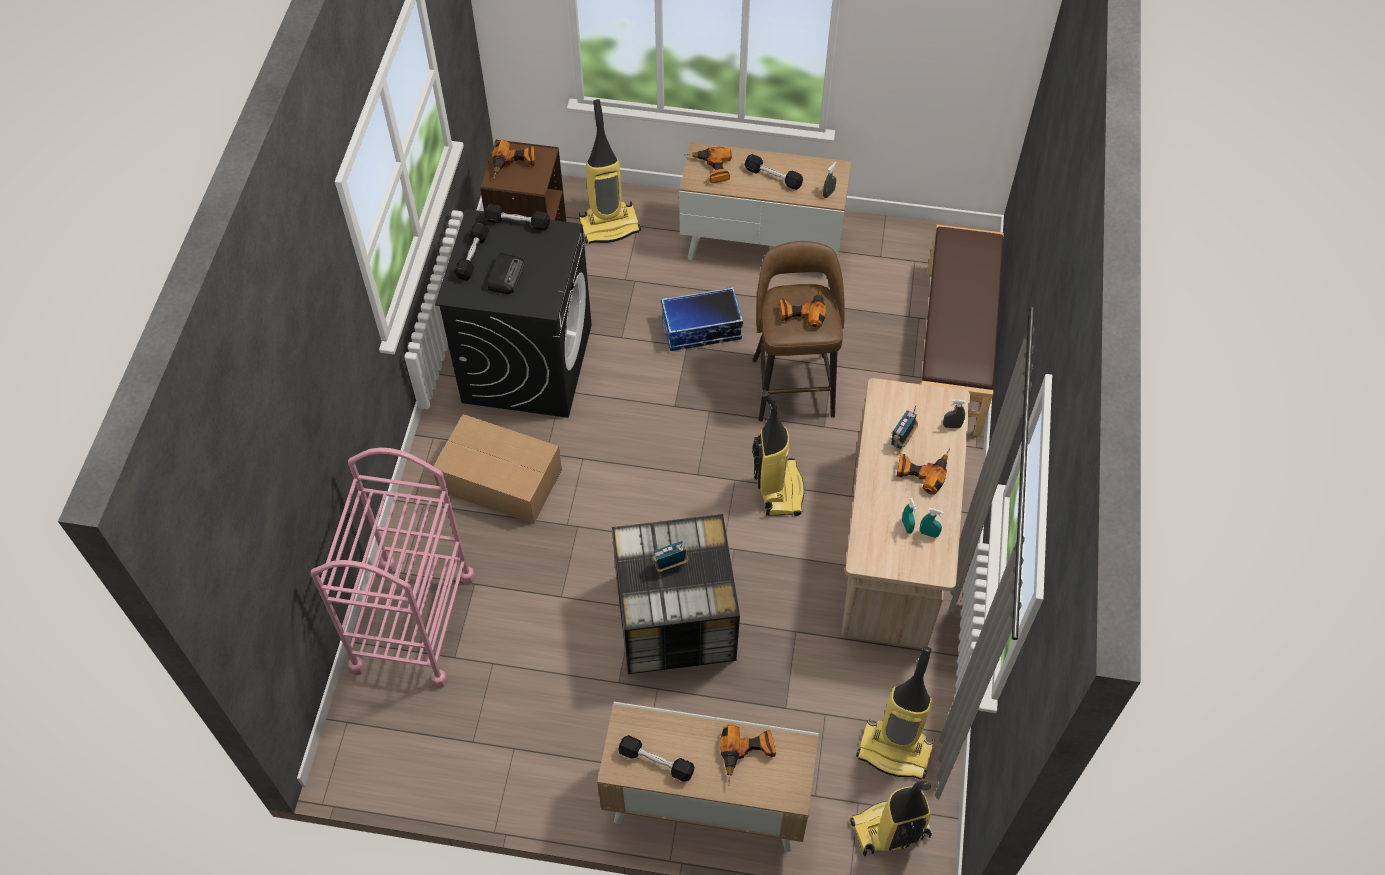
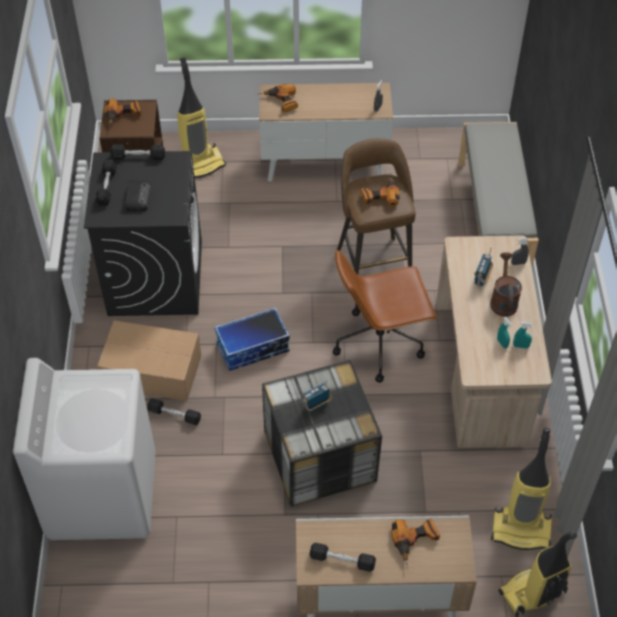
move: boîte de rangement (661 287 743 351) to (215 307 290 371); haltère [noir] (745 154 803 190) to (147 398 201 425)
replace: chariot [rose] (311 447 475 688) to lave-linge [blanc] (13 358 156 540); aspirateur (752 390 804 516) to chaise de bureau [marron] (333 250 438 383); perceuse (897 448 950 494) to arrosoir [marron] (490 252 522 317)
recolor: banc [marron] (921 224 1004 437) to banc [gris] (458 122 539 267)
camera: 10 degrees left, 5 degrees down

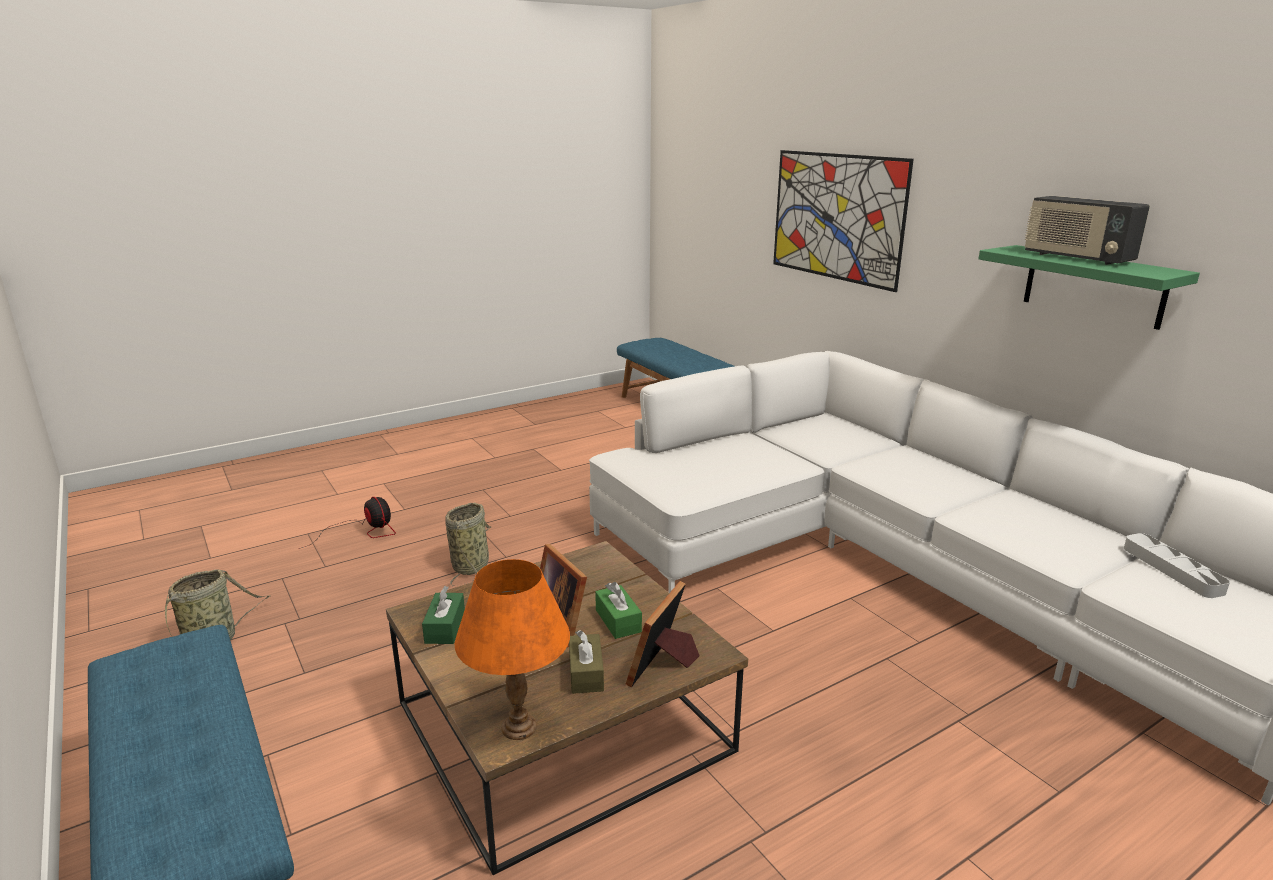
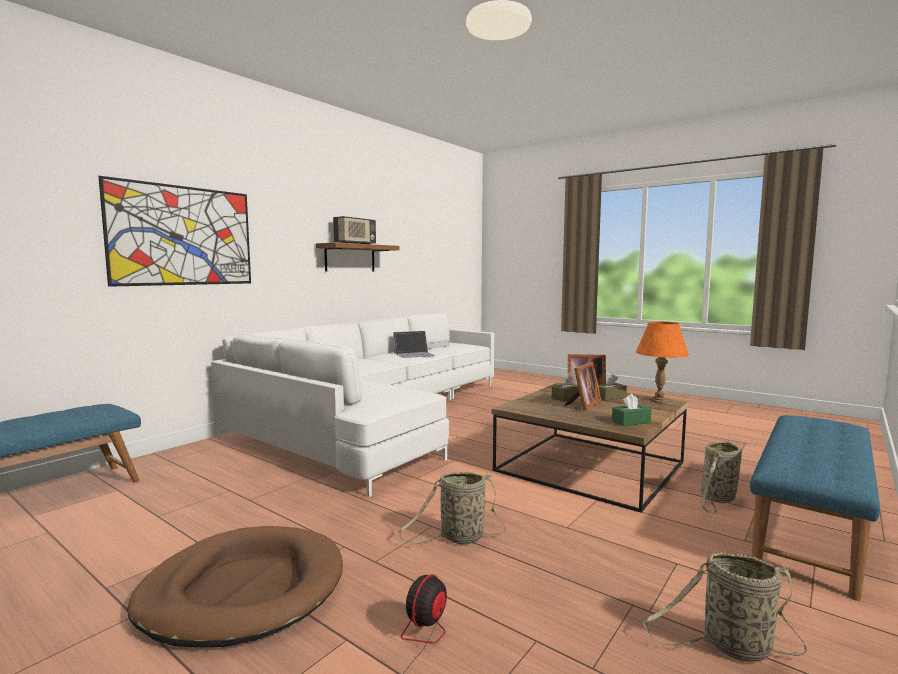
insert: panier pour chien [marron] (127 526 343 648); ordinateur portable (393 331 435 358); panier (701 440 742 514)
recolor: boîte à mouchoirs [vert] (595 582 642 639) to boîte à mouchoirs [marron] (552 374 580 402); étagère [vert] (979 245 1200 330) to étagère [marron] (316 242 399 272)
camera: 110 degrees left, 15 degrees down

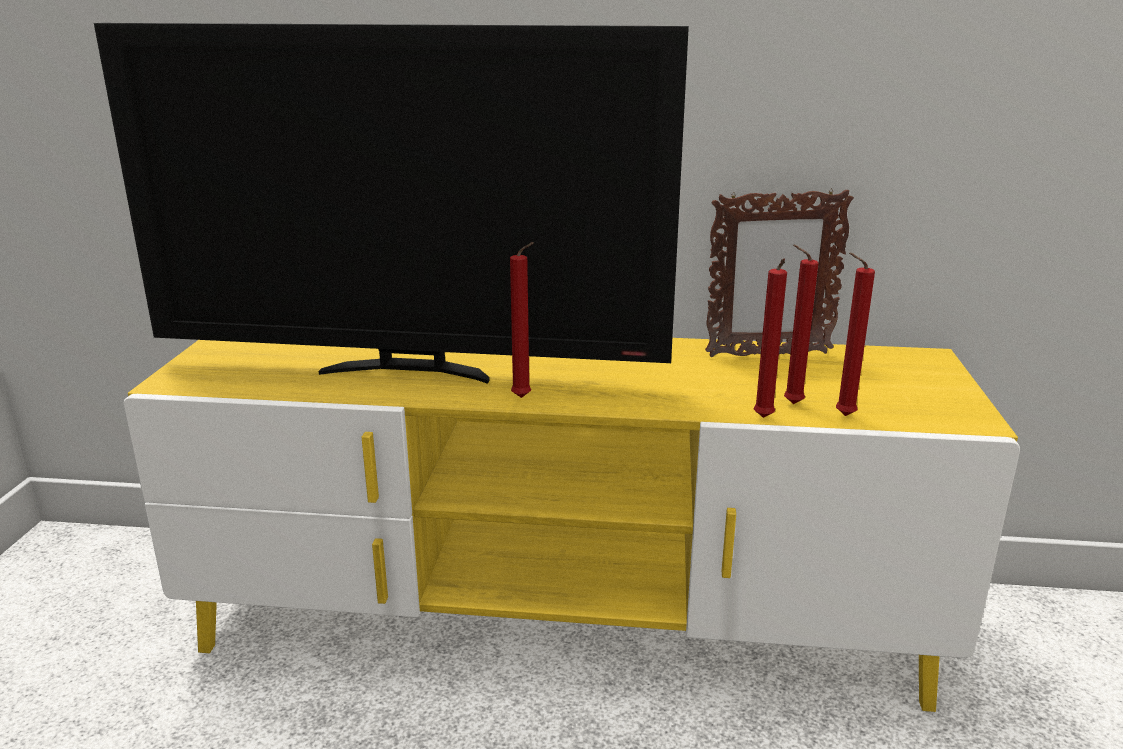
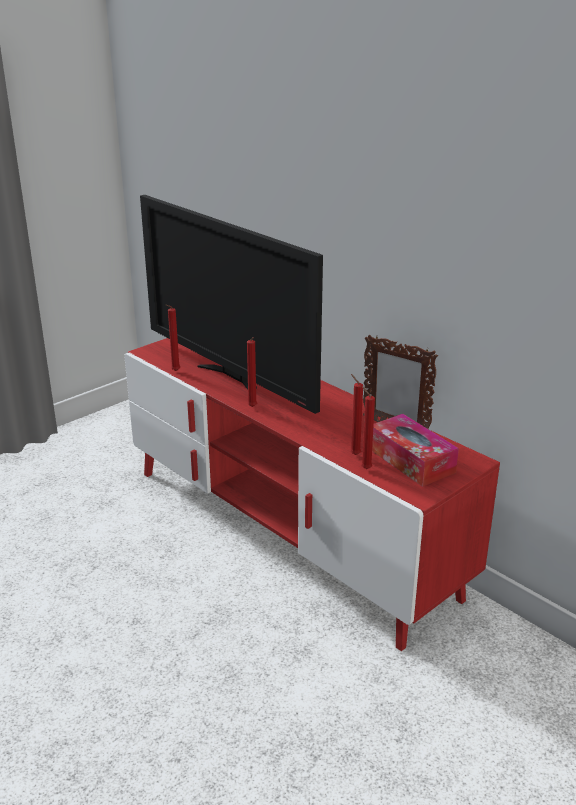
insert: boîte à mouchoirs (372 414 459 487)
move: bougie [rouge] (754 258 787 418) to (166 305 180 371)
recolor: meuble télé [jaune] (124 338 1020 712) to meuble télé [rouge] (124 338 500 651)
camera: 40 degrees right, 5 degrees up

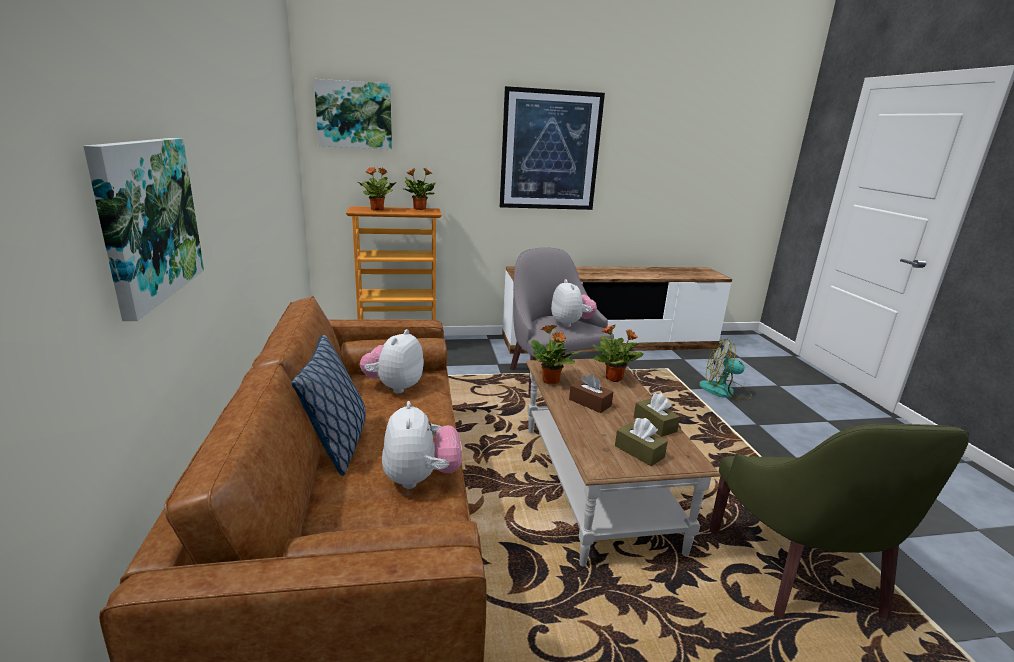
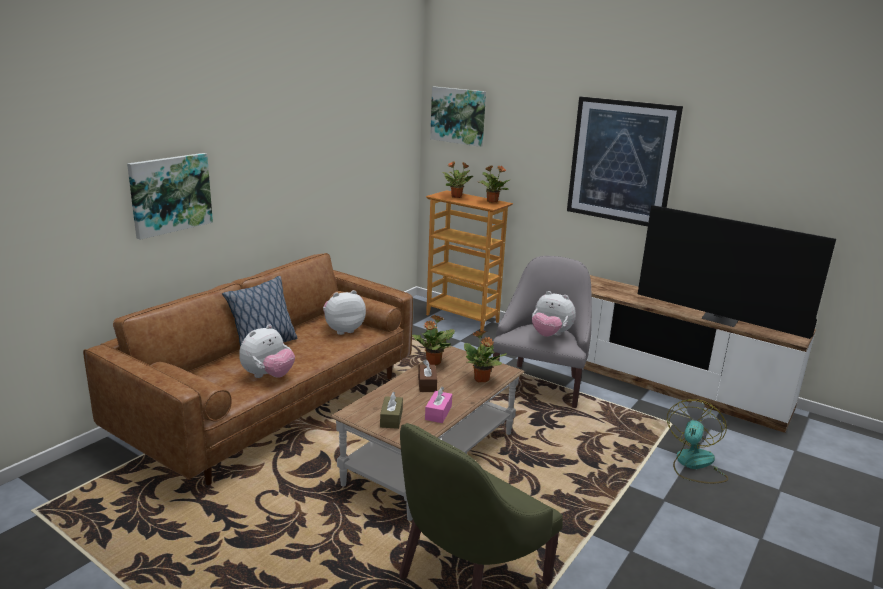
insert: téléviseur (638 205 836 339)
recolor: boîte à mouchoirs [marron] (634 393 680 437) to boîte à mouchoirs [rose] (425 387 452 423)
rotate: peluche (551 279 597 327) = (532 291 576 337) 90 degrees clockwise; ventilateur (699 339 752 400) = (667 399 728 484) 60 degrees clockwise
camera: 45 degrees right, 0 degrees up

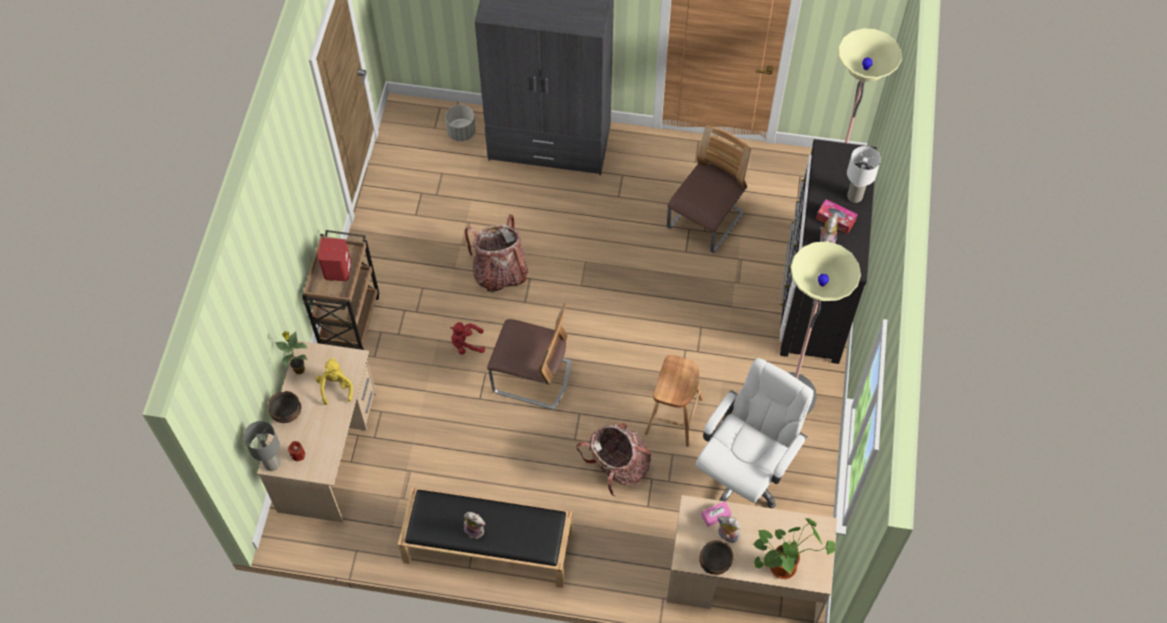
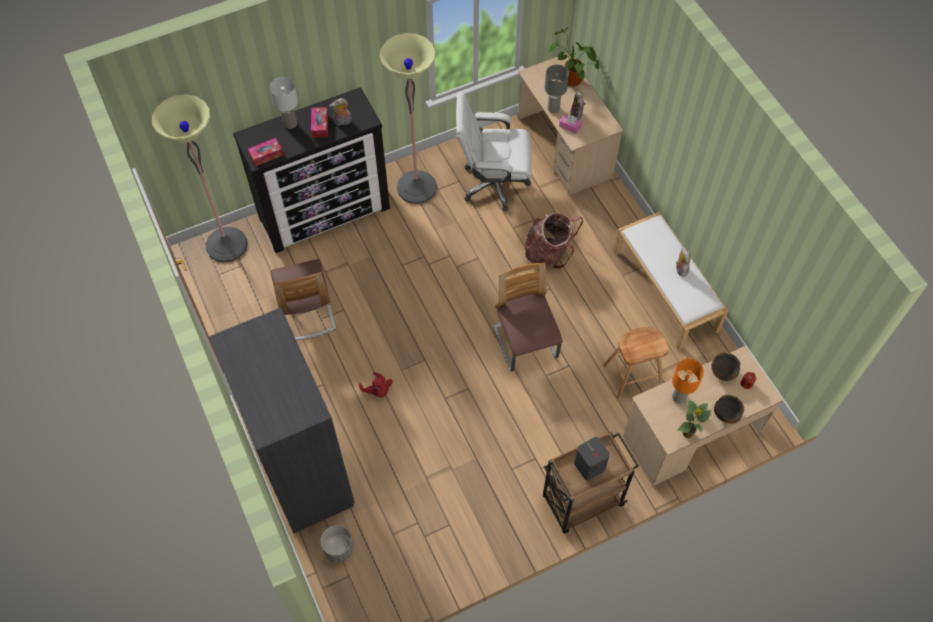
delete: sac à dos (465 214 528 293)
insert: boîte à mouchoirs (248 138 283 166)
move: lampe de table [gris] (244 421 280 471) to (545 65 569 113); peluche [rouge] (450 322 485 354) to (359 372 392 397); tabouret [marron] (644 355 703 447) to (603 327 669 399); bol (699 540 734 575) to (711 352 740 381)
replace: peluche [jaune] (315 357 353 405) to lampe de table [orange] (672 358 704 404)
recolor: enceinte [rouge] (318 238 352 281) to enceinte [gris] (574 437 610 480); banc [noir] (398 488 573 588) to banc [blanc] (613 212 729 350)
rotate: chaise (667 125 751 253) = (270 259 336 340) 105 degrees counterclockwise
camera: 125 degrees left, 0 degrees up

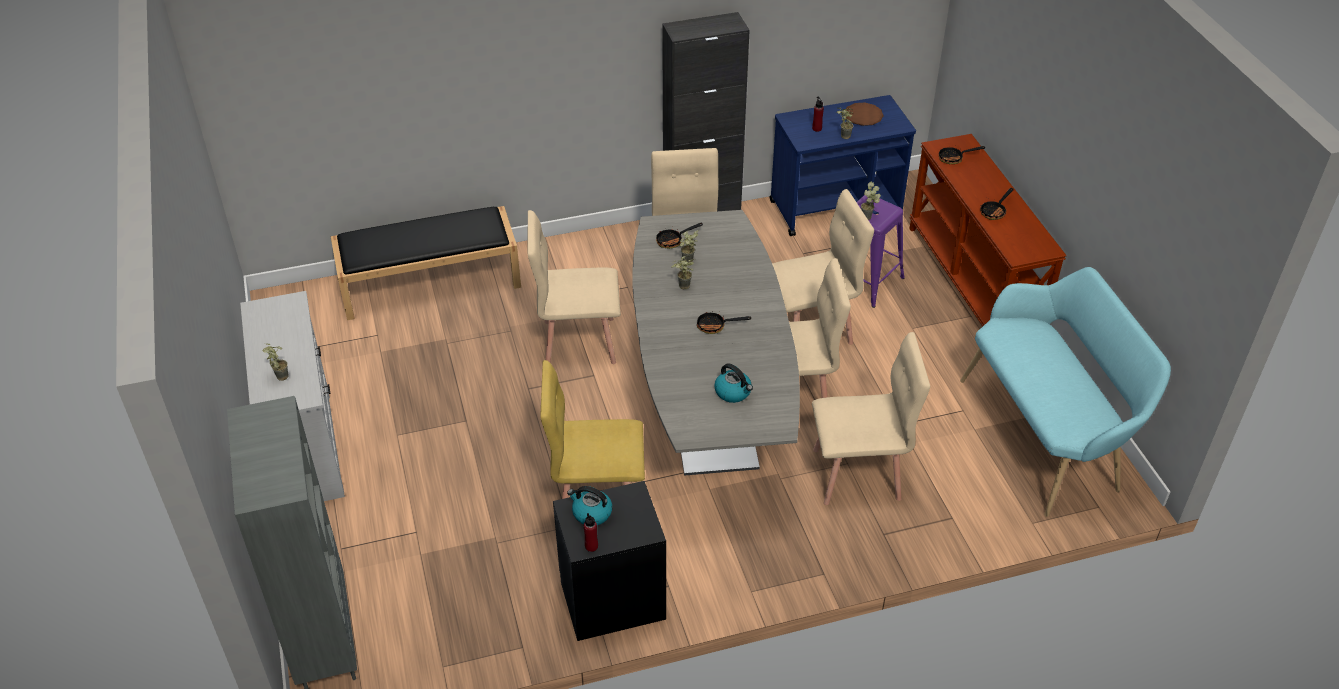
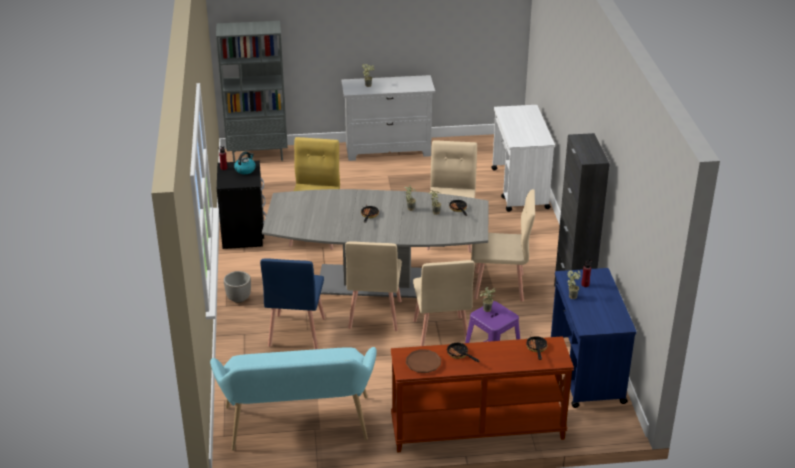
delete: bouilloire (714 363 753 403)
insert: cache-pot (224 271 251 303)
move: assiette [marron] (846 103 884 126) to (406 349 441 373)
replace: banc [noir] (331 206 521 320) to chariot [blanc] (491 105 555 212)
recolor: chaise [beige] (812 332 930 505) to chaise [bleu] (260 258 325 349)
camera: 100 degrees right, 10 degrees down

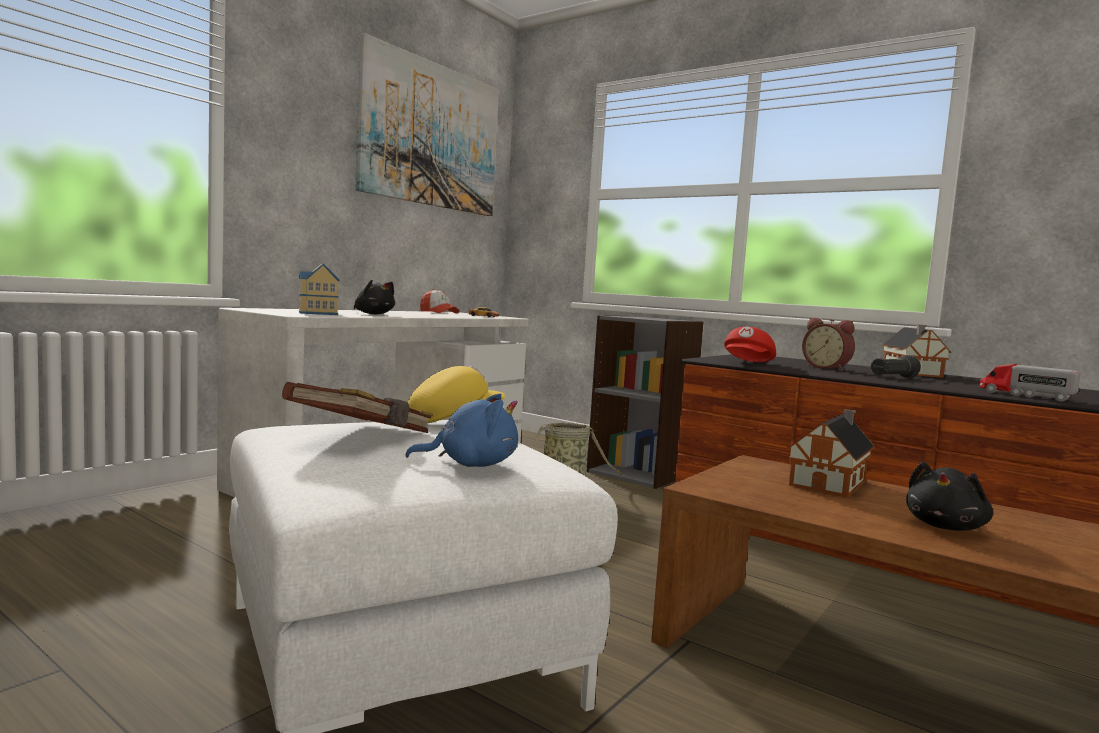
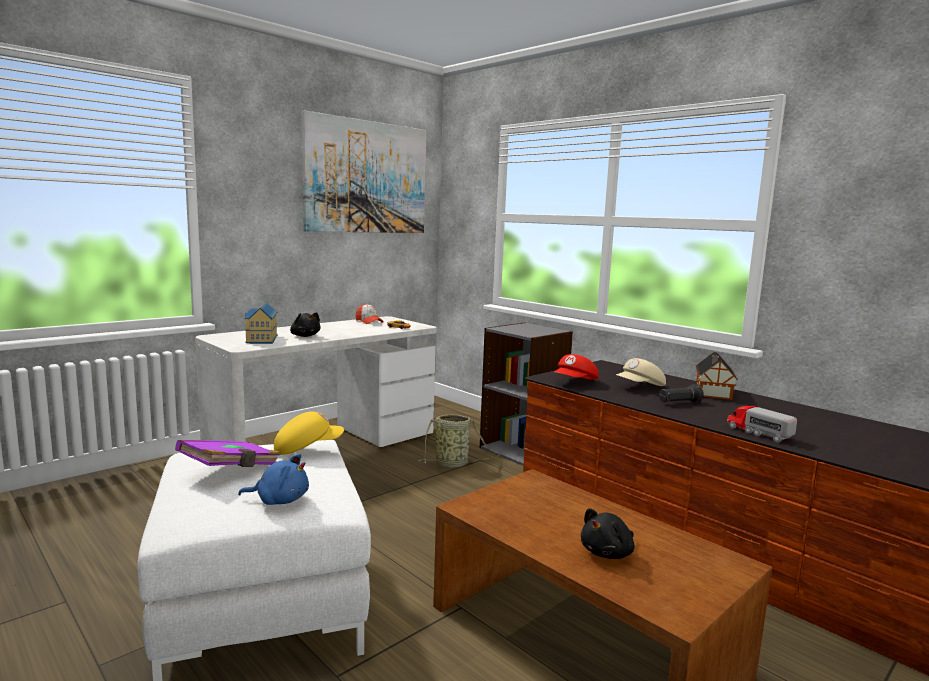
delete: maison miniature (787 409 875 498)
replace: réveil (802 318 855 371) to casquette [beige] (616 358 666 386)
recolor: livre [marron] (282 382 433 433) to livre [violet] (175 440 281 467)
camera: 10 degrees right, 5 degrees up

